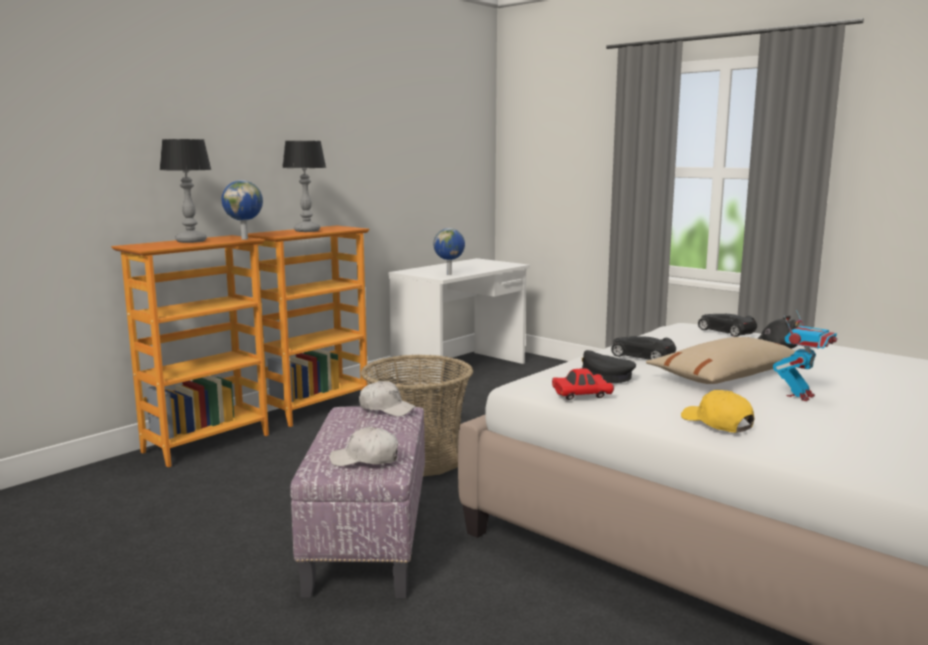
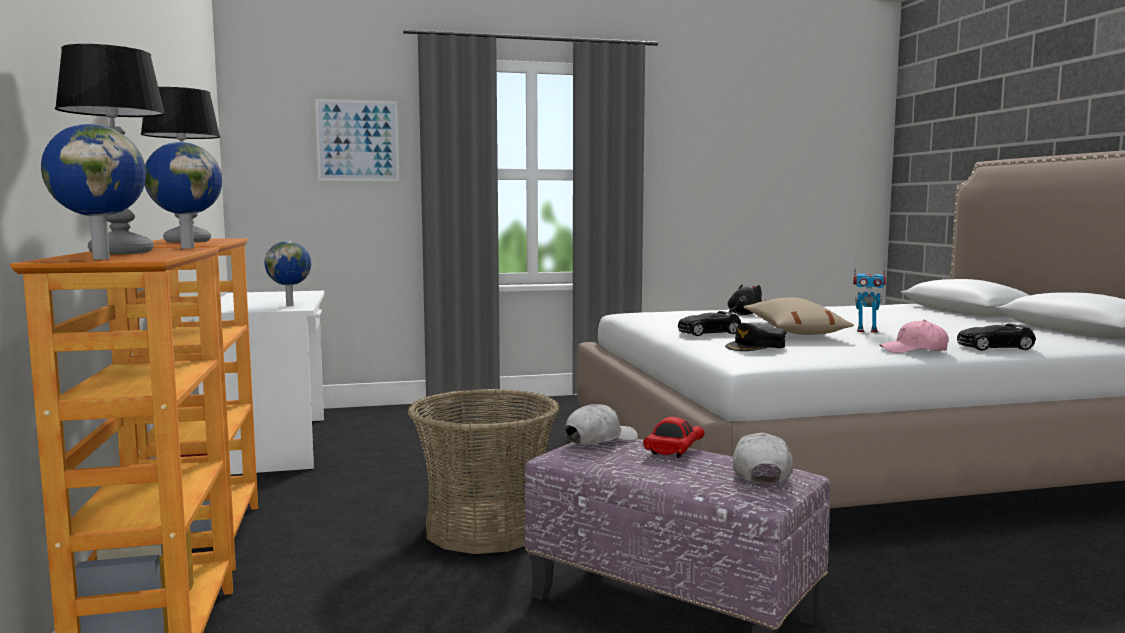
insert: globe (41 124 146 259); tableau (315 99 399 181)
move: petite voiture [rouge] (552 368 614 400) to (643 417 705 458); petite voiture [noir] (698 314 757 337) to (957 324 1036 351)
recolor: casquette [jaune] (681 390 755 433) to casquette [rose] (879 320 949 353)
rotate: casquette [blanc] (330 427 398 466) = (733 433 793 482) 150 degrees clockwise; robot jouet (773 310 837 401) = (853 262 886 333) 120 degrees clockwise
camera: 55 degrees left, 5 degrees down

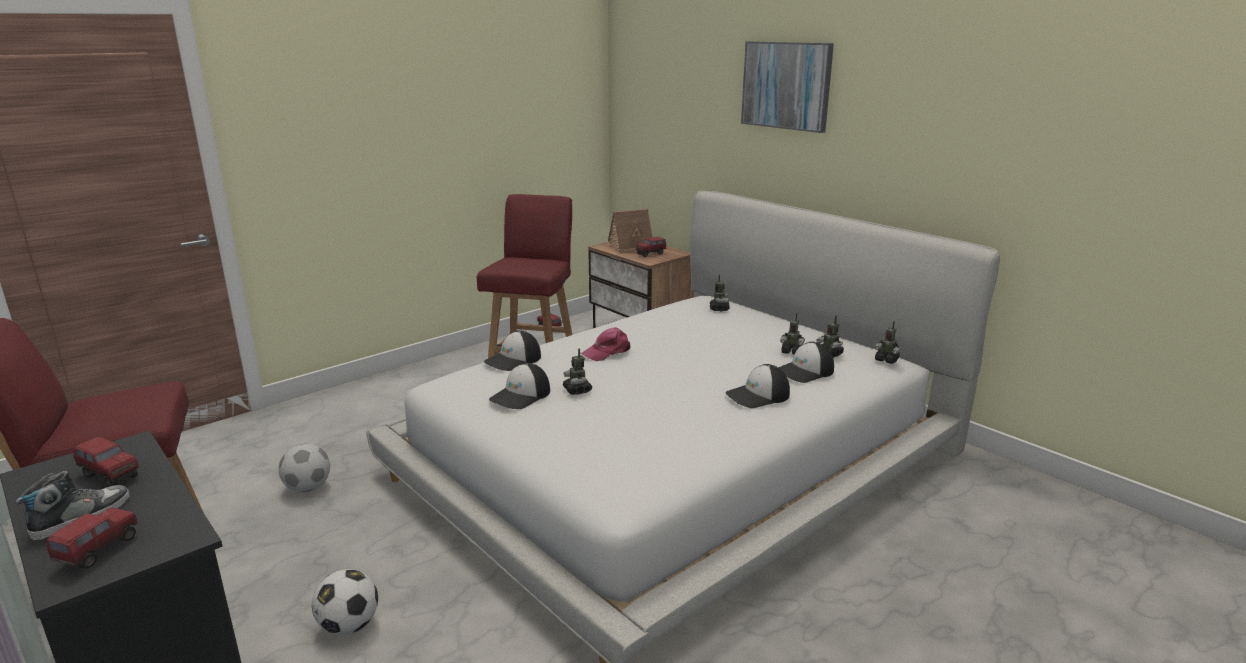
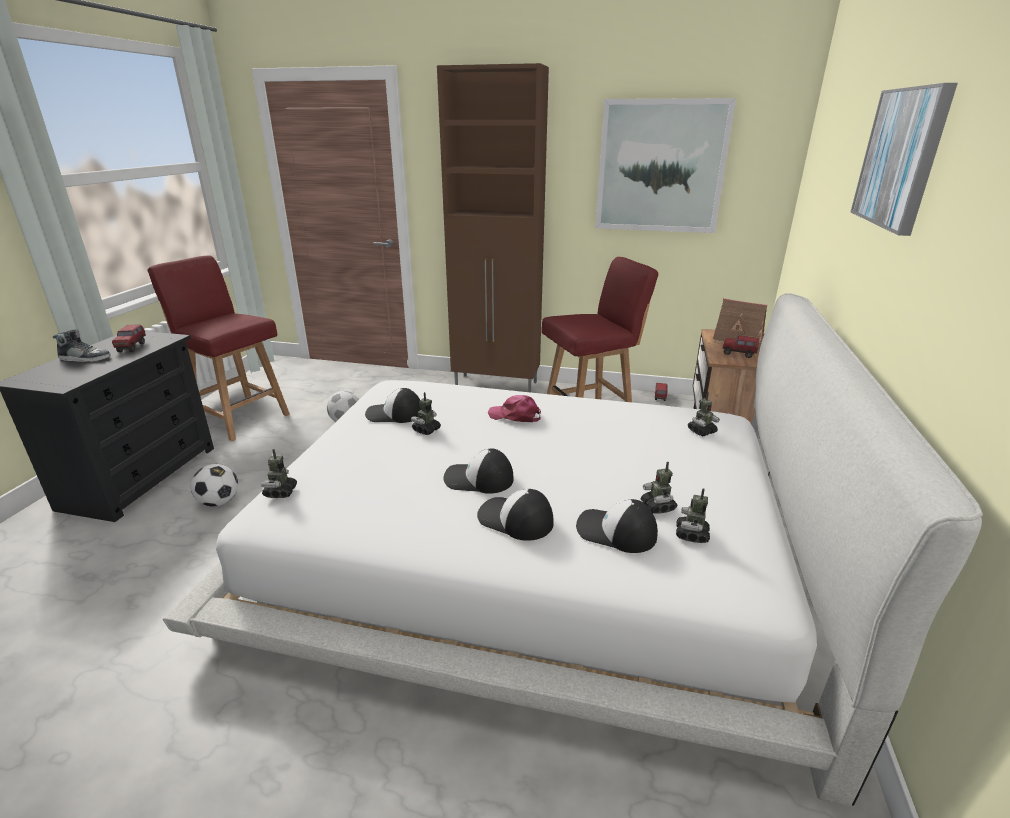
delete: camion jouet (47 507 137 569)
insert: meuble de rangement [marron] (437 63 549 392); tableau (595 98 736 233)
move: casquette (484 331 541 371) to (443 449 513 494); robot jouet (874 321 901 364) to (261 449 297 498)
camera: 55 degrees right, 5 degrees up

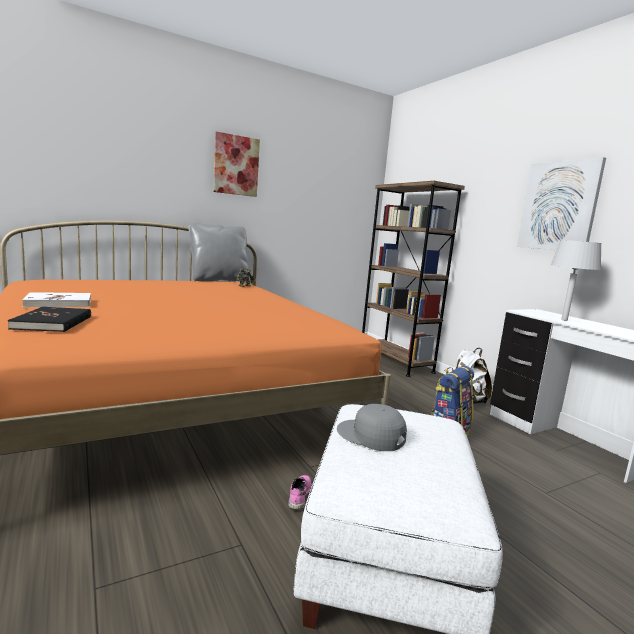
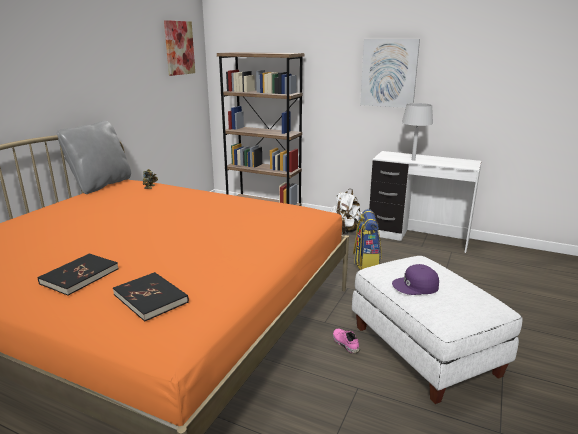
move: tableau (213 131 260 197) to (164 20 195 76)
recolor: livre [blanc] (22 292 91 307) to livre [noir] (38 253 119 295); casquette [gris] (337 404 407 451) to casquette [violet] (392 264 439 295)
camera: 35 degrees left, 10 degrees up

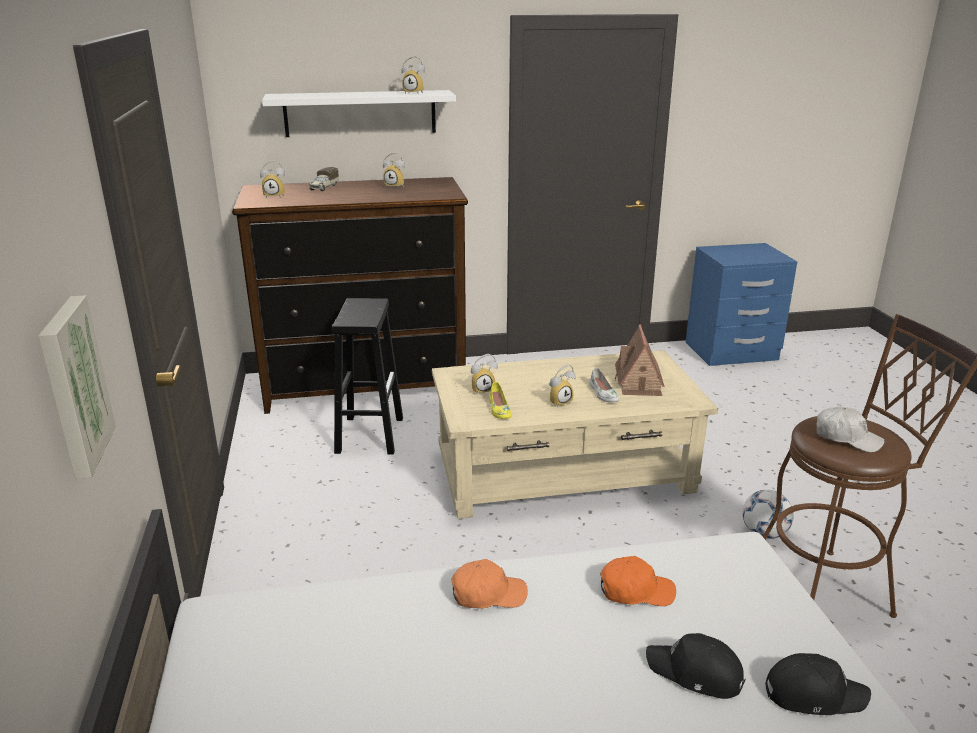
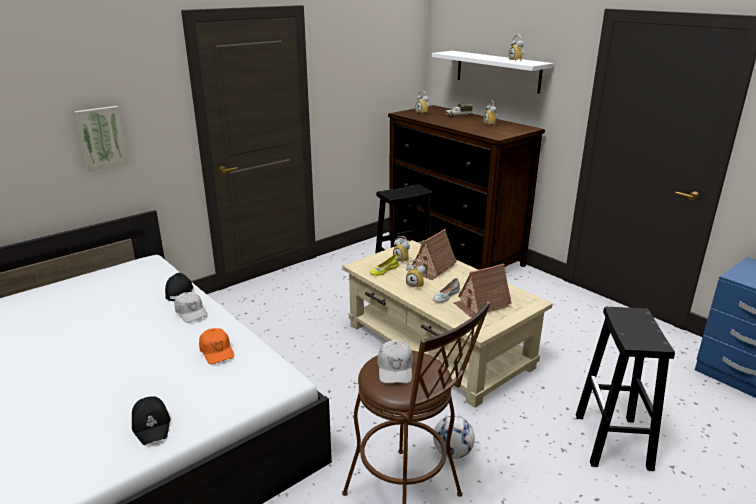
insert: maison miniature (412 229 457 280); tabouret [noir] (576 307 675 471)
move: casquette [noir] (646 633 745 699) to (165 273 193 301)
recolor: casquette [orange] (451 559 528 609) to casquette [blanc] (174 292 208 323)
camera: 60 degrees right, 0 degrees up

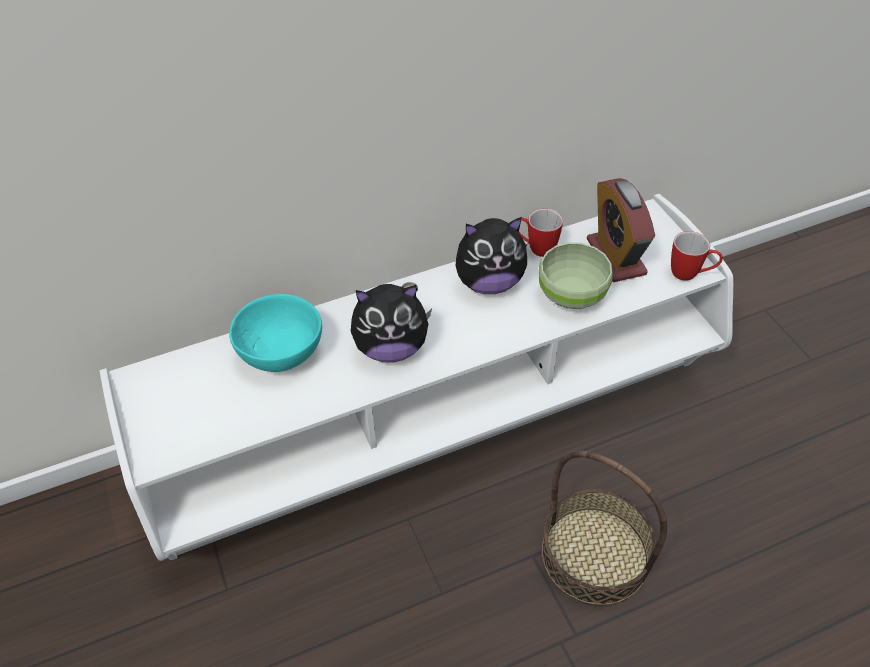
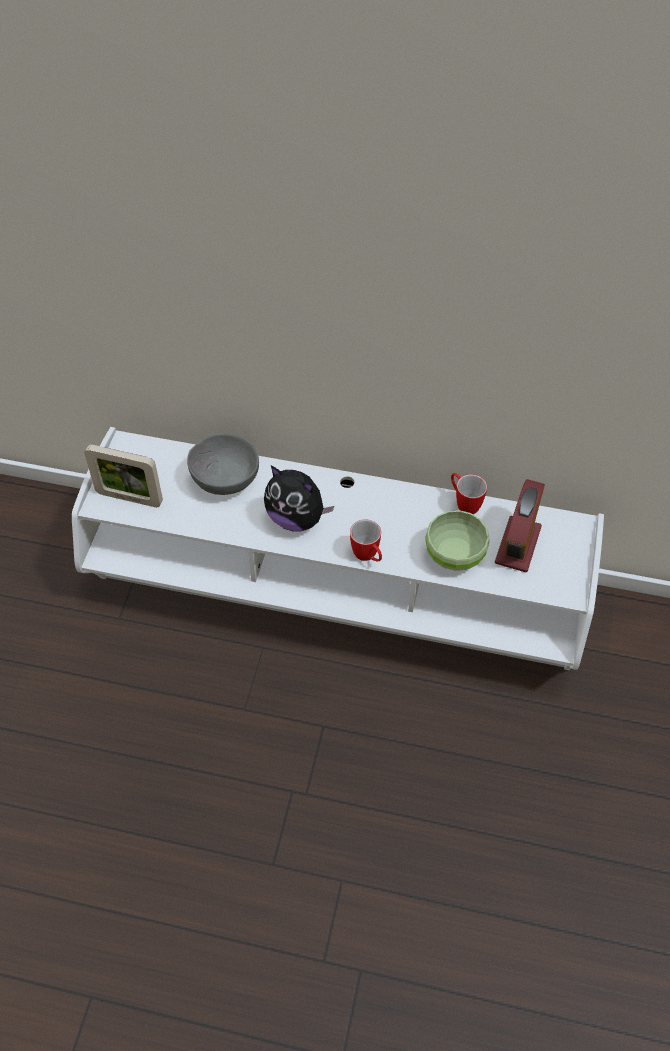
delete: peluche (456 217 528 294); panier (541 451 667 606)
insert: cadre photo (84 445 163 507)
move: mug (671 231 723 281) to (350 519 382 562)
recolor: bol [turquoise] (229 294 322 372) to bol [gris] (187 433 259 495)
camera: 35 degrees right, 5 degrees up

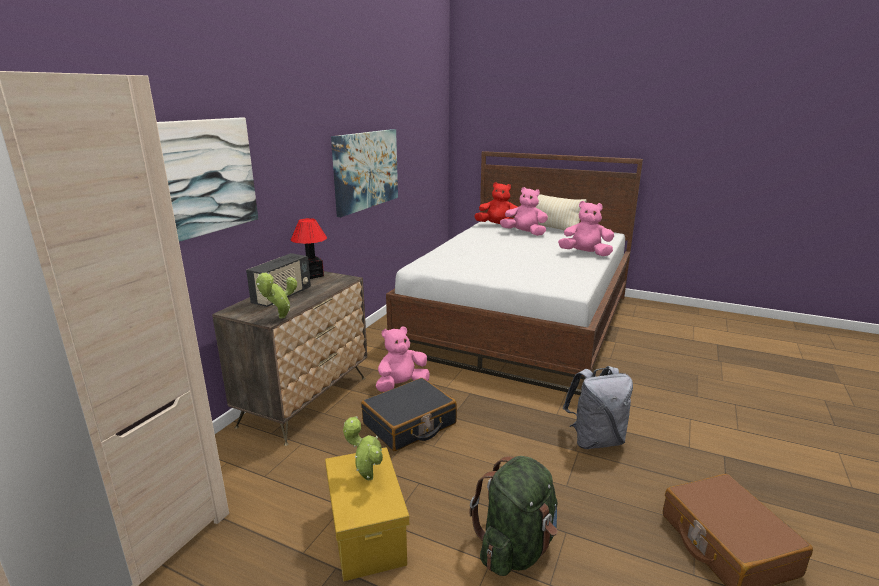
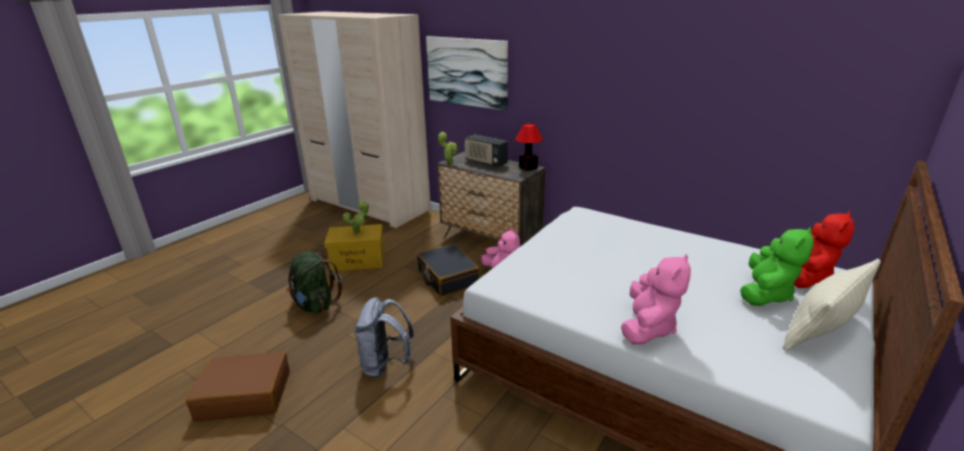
delete: tableau (331 129 398 217)
recolor: peluche [rose] (500 187 548 236) to peluche [vert] (740 227 814 306)
camera: 100 degrees right, 5 degrees up

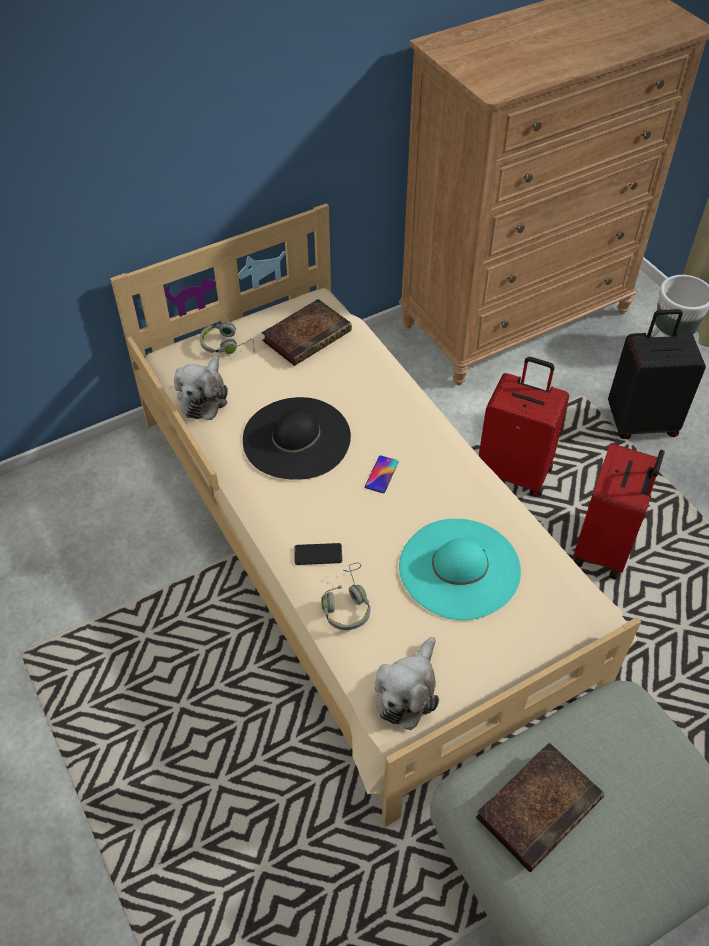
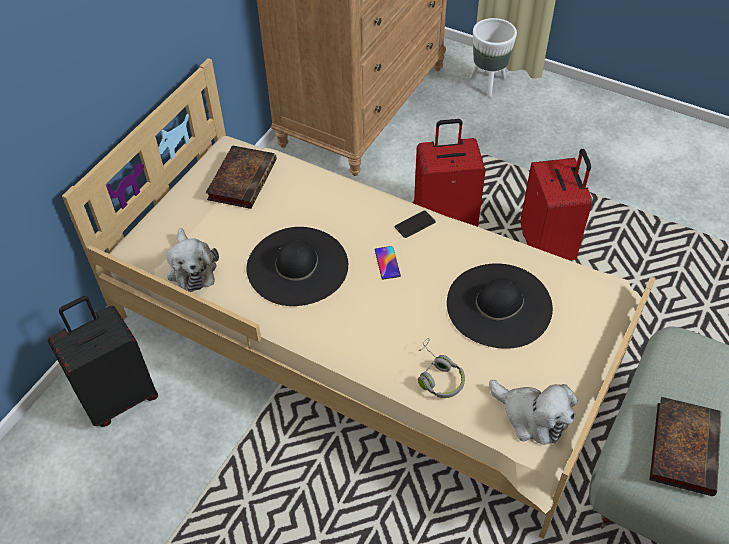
delete: casque audio [gris] (200 317 254 354)
move: téléphone (294 543 342 565) to (395 211 436 238); valise [noir] (608 309 706 439) to (48 296 158 427)
recolor: chapeau [turquoise] (399 519 521 620) to chapeau [noir] (447 263 553 349)
rotate: peluche (375 637 439 730) = (489 380 577 445) 45 degrees counterclockwise
camera: 30 degrees left, 0 degrees up

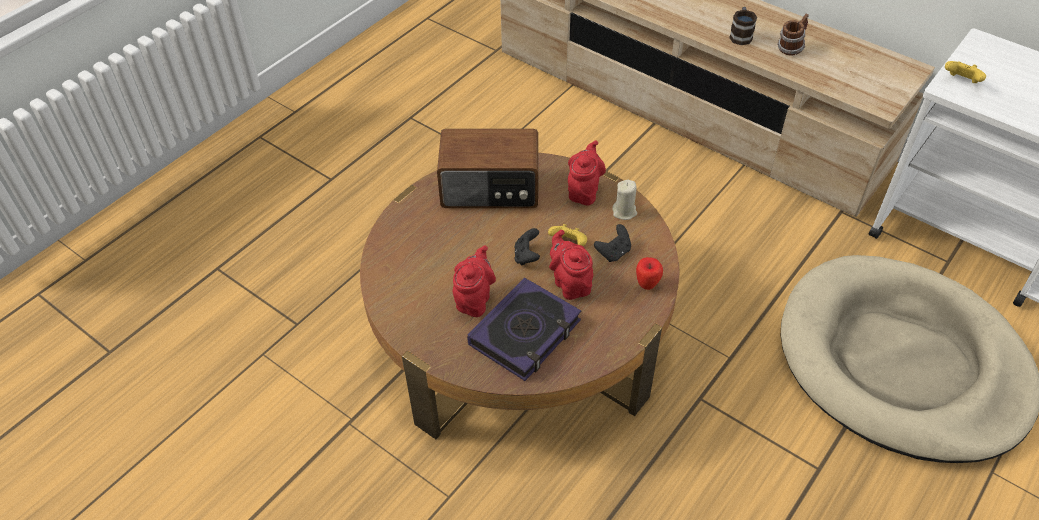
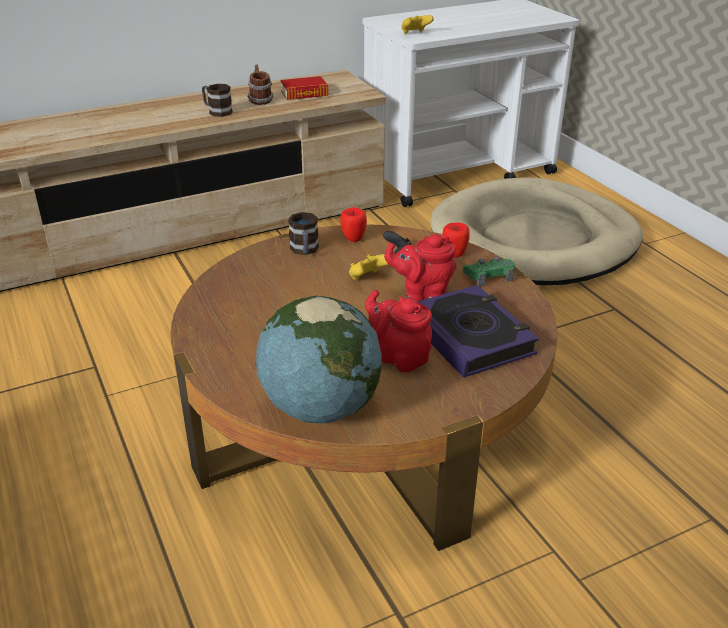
delete: radio (437 129 538 208); manette [noir] (514 228 540 265)
insert: globe (256 296 382 423); livre (280 76 328 100); manette [vert] (463 256 515 287)
replace: théière [rouge] (568 140 606 205) to mug (288 212 319 255); bougie [beige] (612 180 637 220) to pomme (340 207 367 242)
camera: 65 degrees left, 15 degrees down

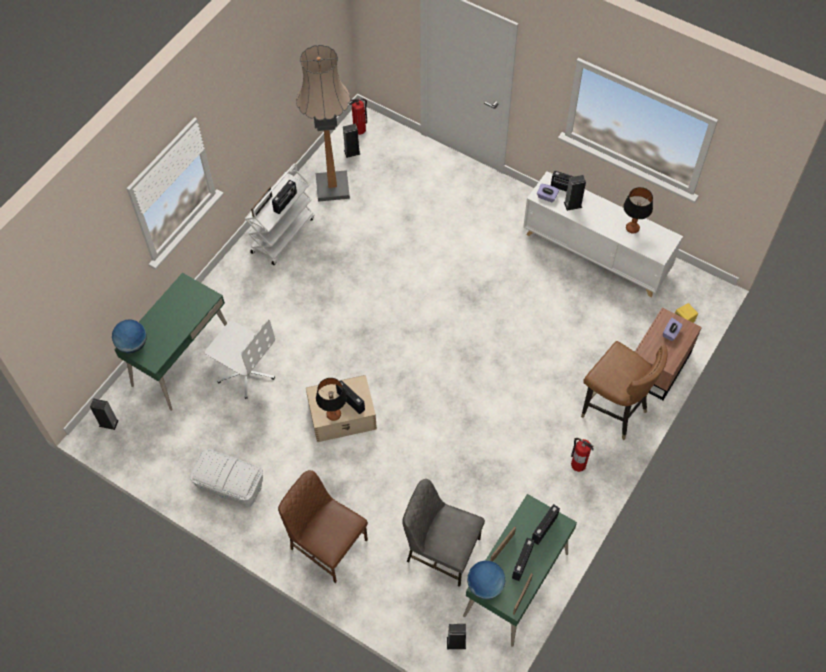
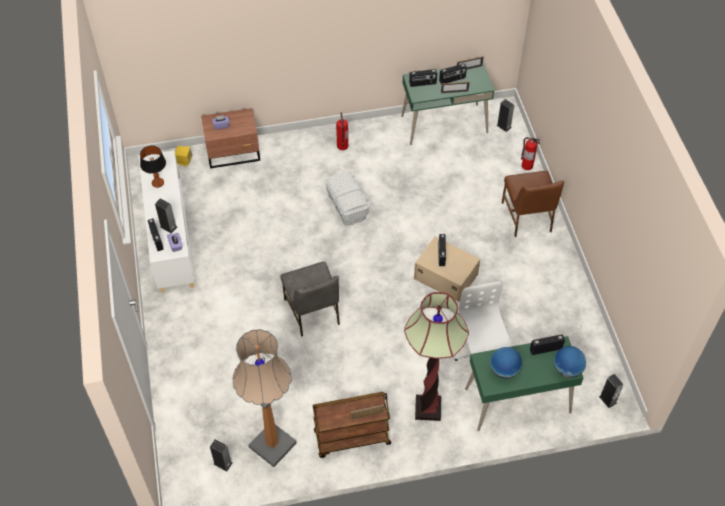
delete: lampe de table (316 378 347 421); chaise [marron] (581 341 667 440)
insert: lampadaire (404 292 469 421)
move: boîte de rangement [blanc] (190 449 263 507) to (325 171 370 226); radio (272 180 297 214) to (530 334 565 355); extincteur (349 98 367 135) to (521 137 540 170); chaise [gris] (402 479 485 587) to (280 261 340 337); globe (467 561 505 599) to (490 347 522 379)
recolor: chariot [blanc] (245 163 314 265) to chariot [marron] (312 392 391 458)
camera: 135 degrees left, 5 degrees down

